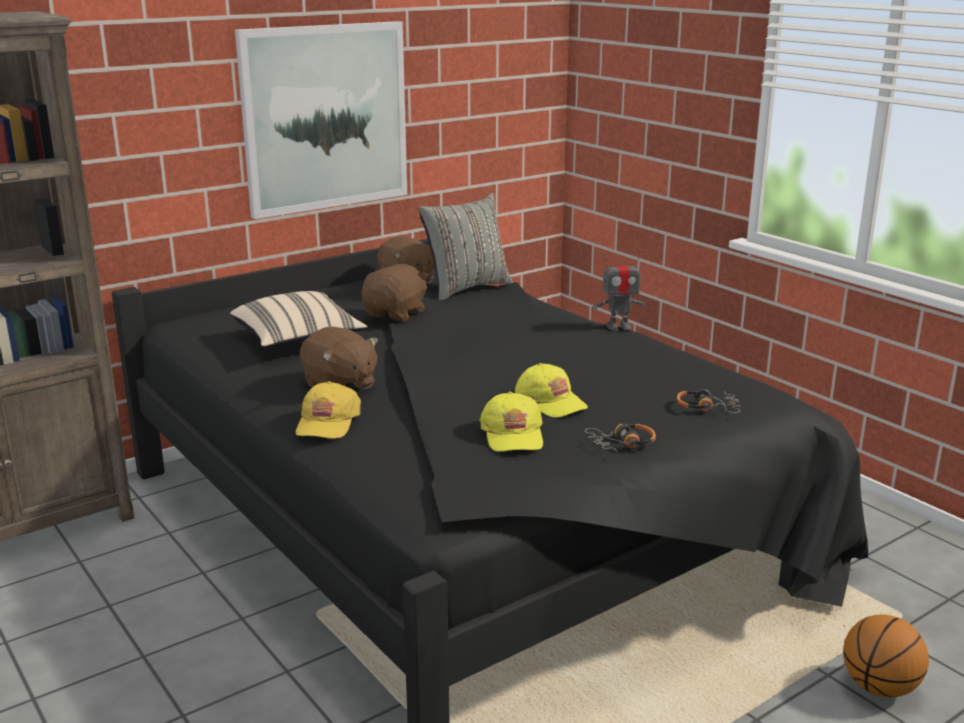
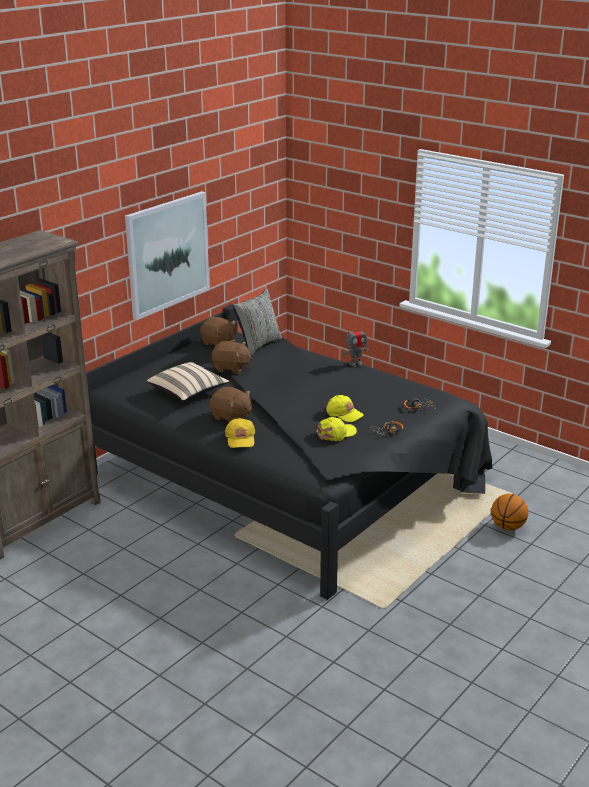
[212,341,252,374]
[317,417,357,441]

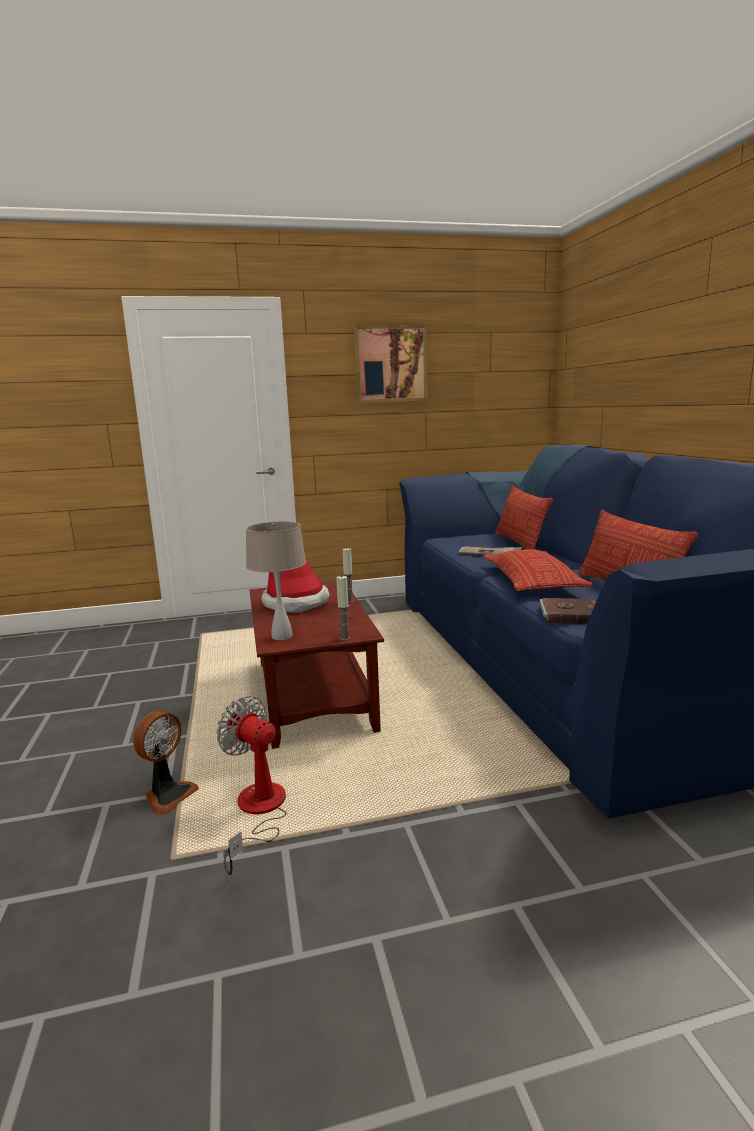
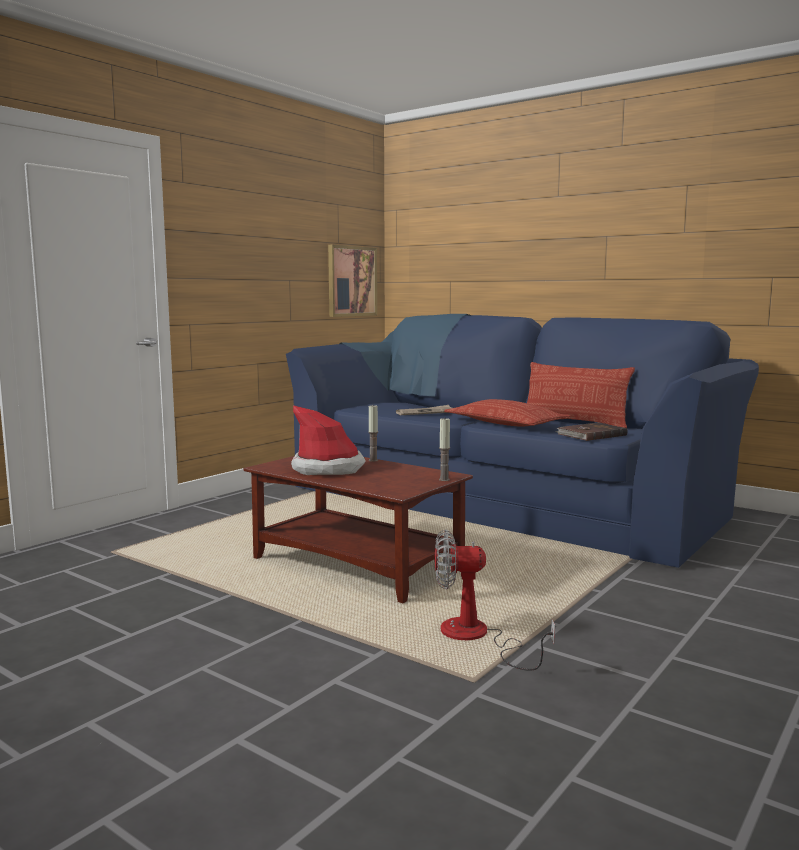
[328,245,377,317]
[133,710,199,815] (first image)
[246,521,306,640] (first image)
[495,485,553,549] (first image)

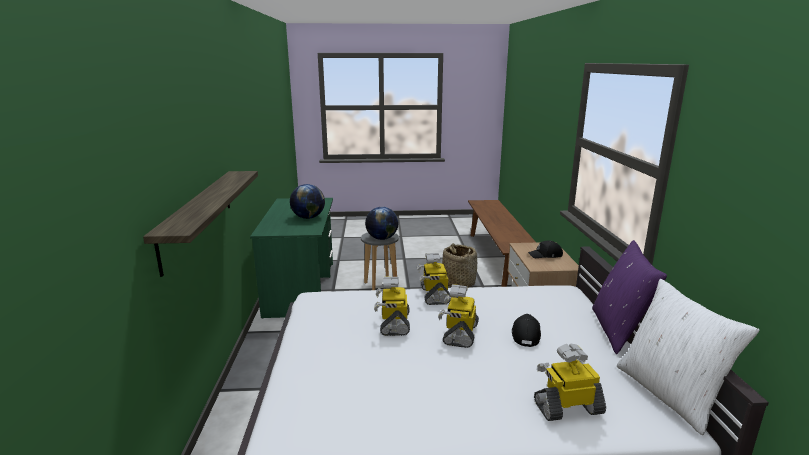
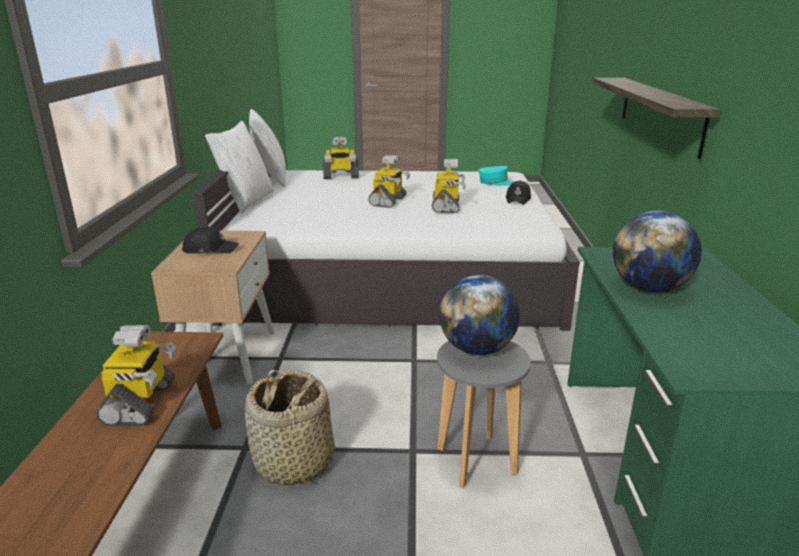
[96,325,176,426]
[205,121,274,213]
[478,166,513,186]
[506,180,531,205]

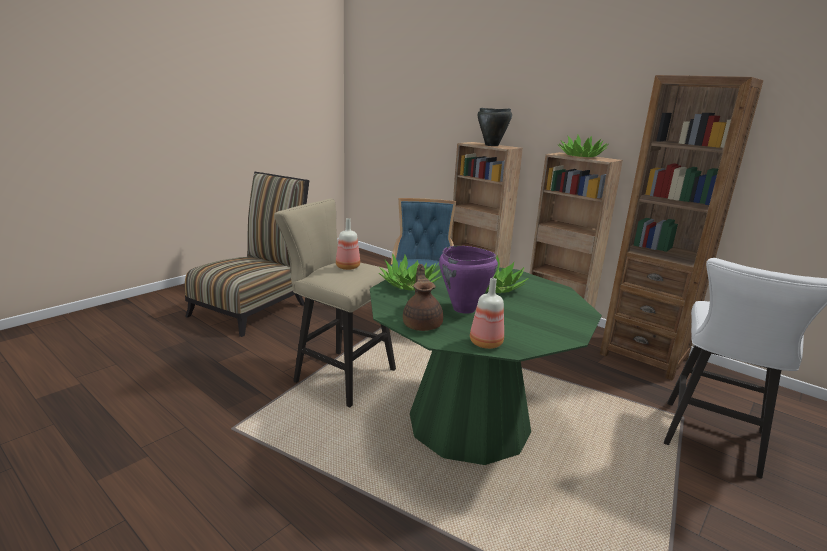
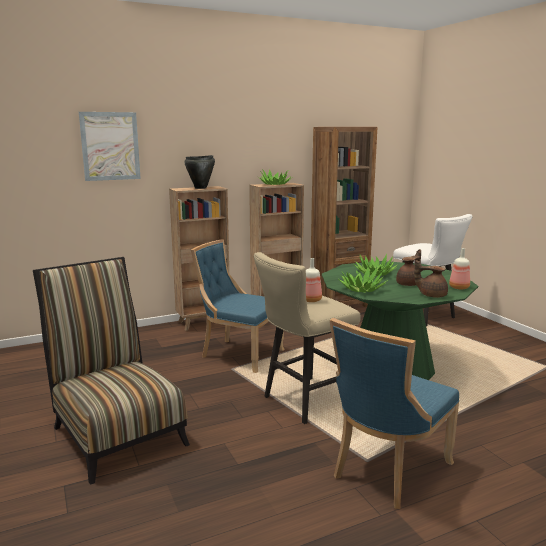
[79,112,141,181]
[330,318,459,509]
[396,249,421,286]

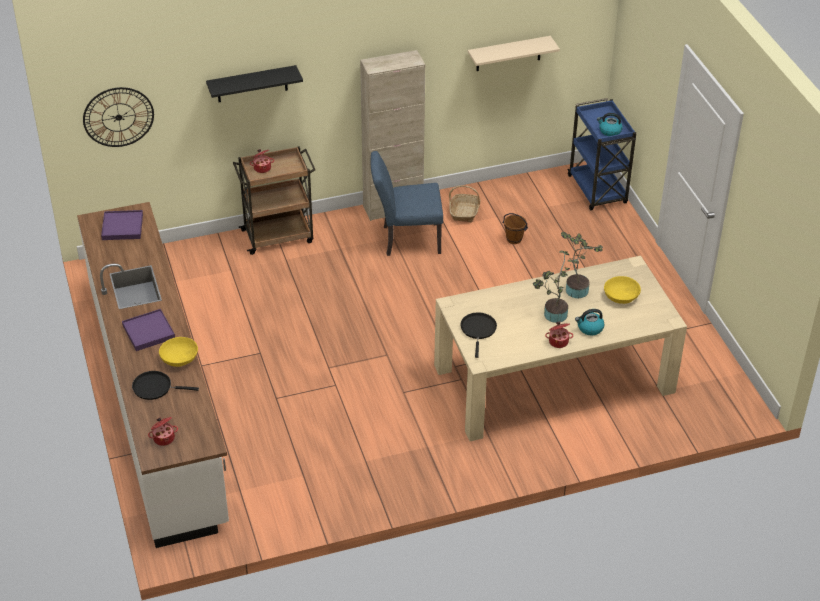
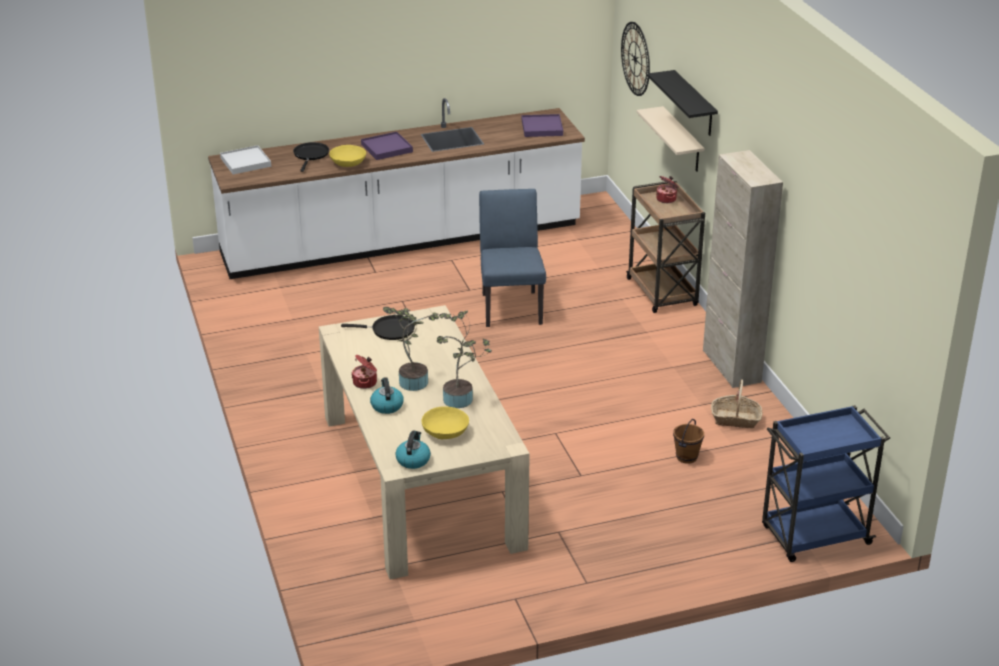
[220,145,271,174]
[395,431,431,469]
[479,189,546,327]
[636,106,704,172]

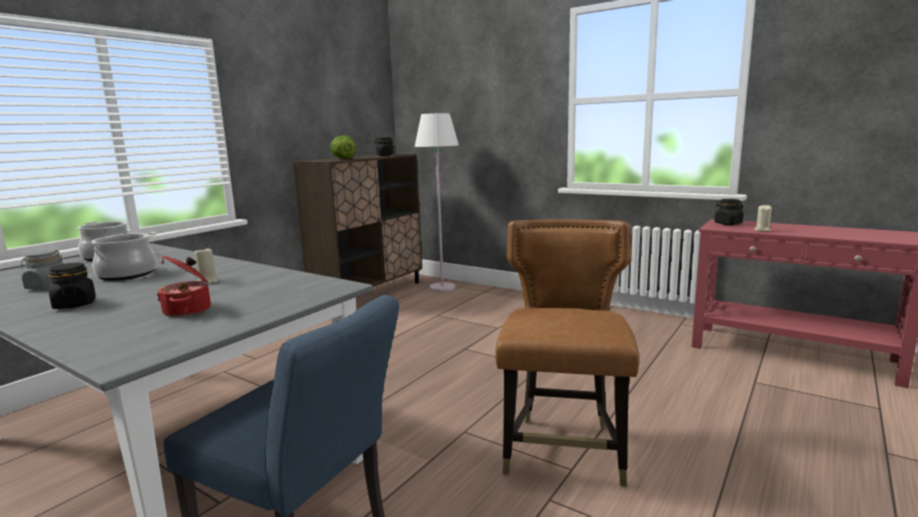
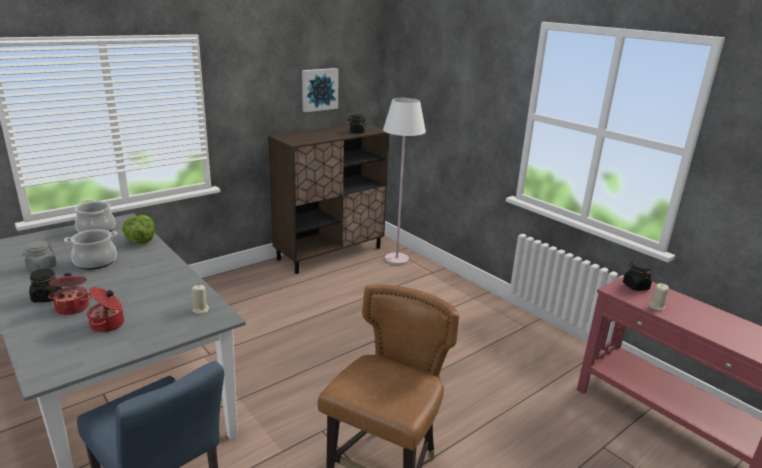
[48,273,92,315]
[122,215,155,244]
[192,285,209,314]
[302,68,339,112]

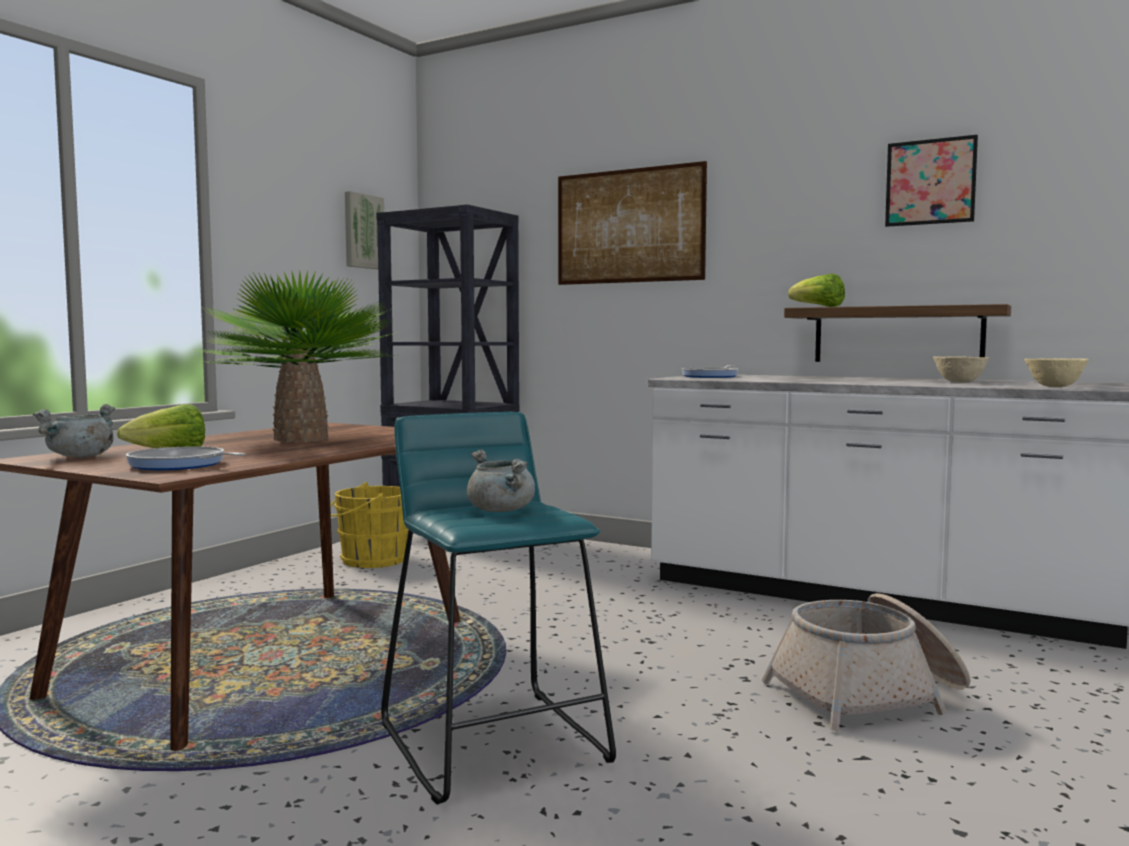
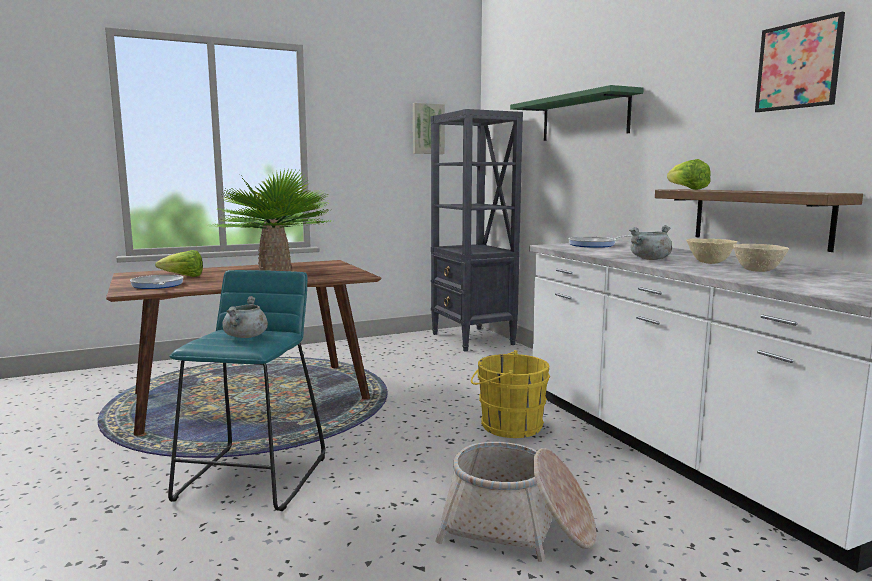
[471,350,550,438]
[510,85,644,141]
[629,225,672,260]
[686,239,737,264]

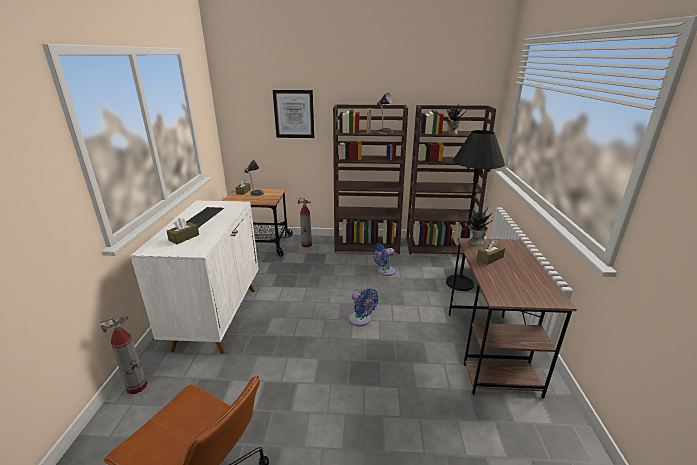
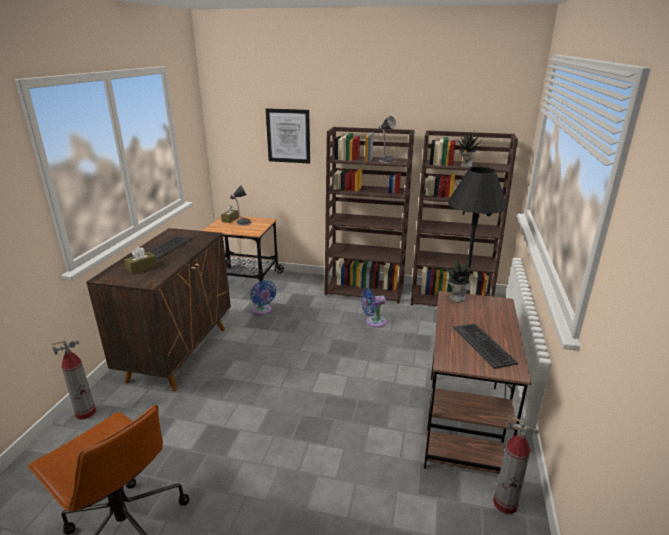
[86,228,231,391]
[250,280,277,315]
[453,323,518,369]
[493,415,539,514]
[477,239,505,265] (first image)

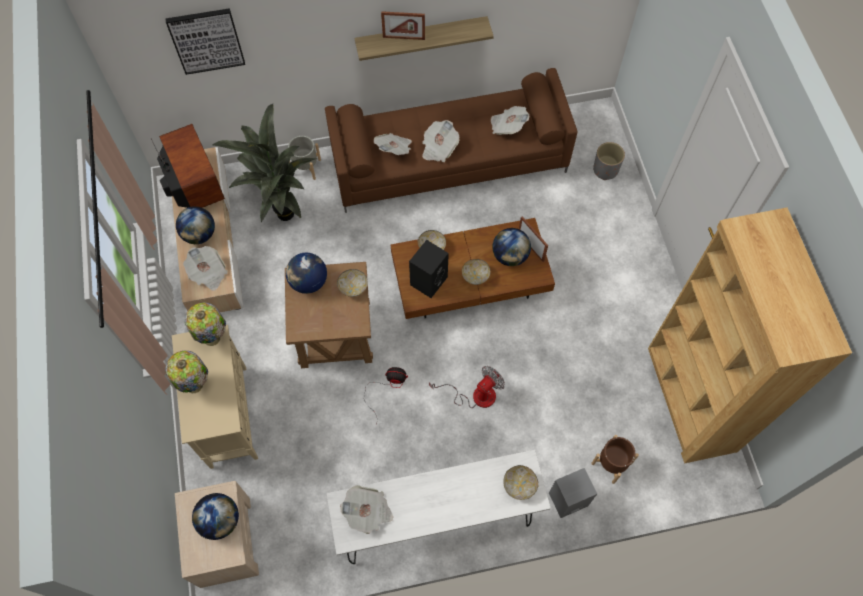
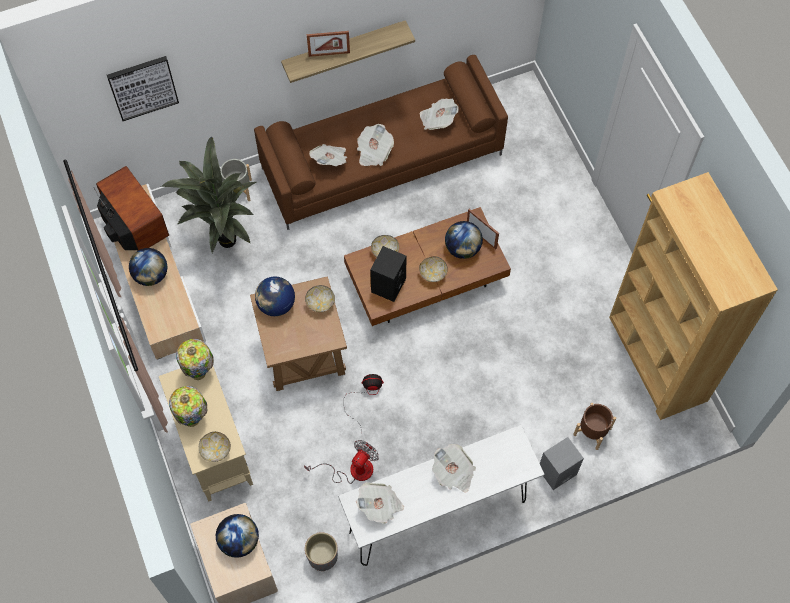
[199,432,231,462]
[304,440,379,484]
[305,532,338,571]
[432,444,476,492]

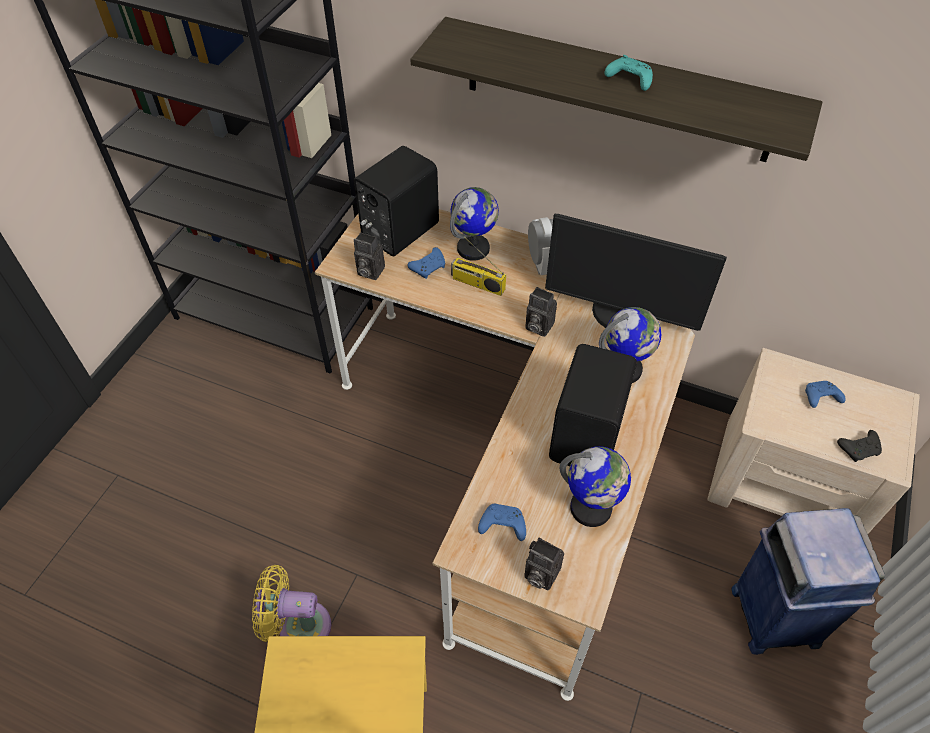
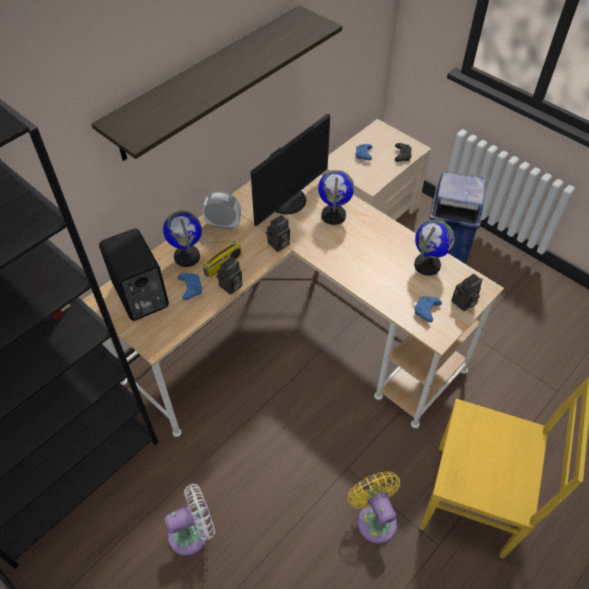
[164,484,215,556]
[216,257,243,295]
[348,471,400,544]
[549,344,637,466] (first image)
[604,55,653,91] (first image)

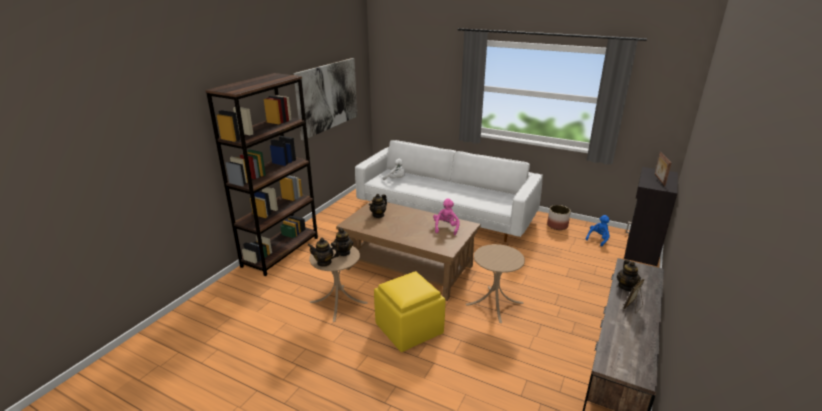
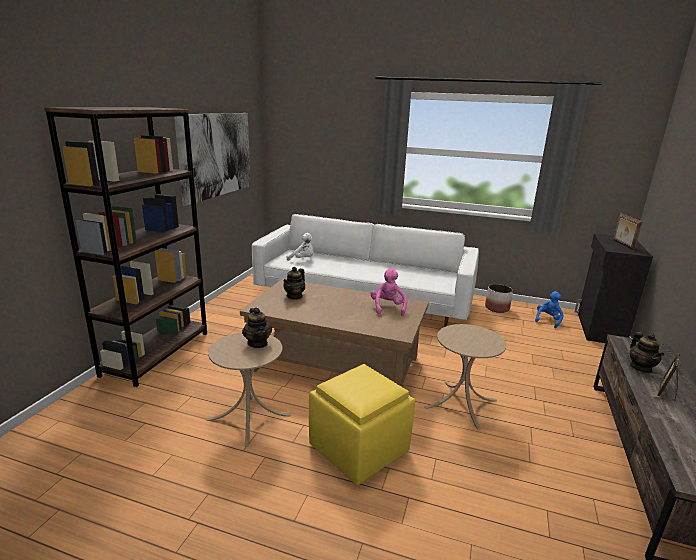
[307,238,340,267] (first image)

